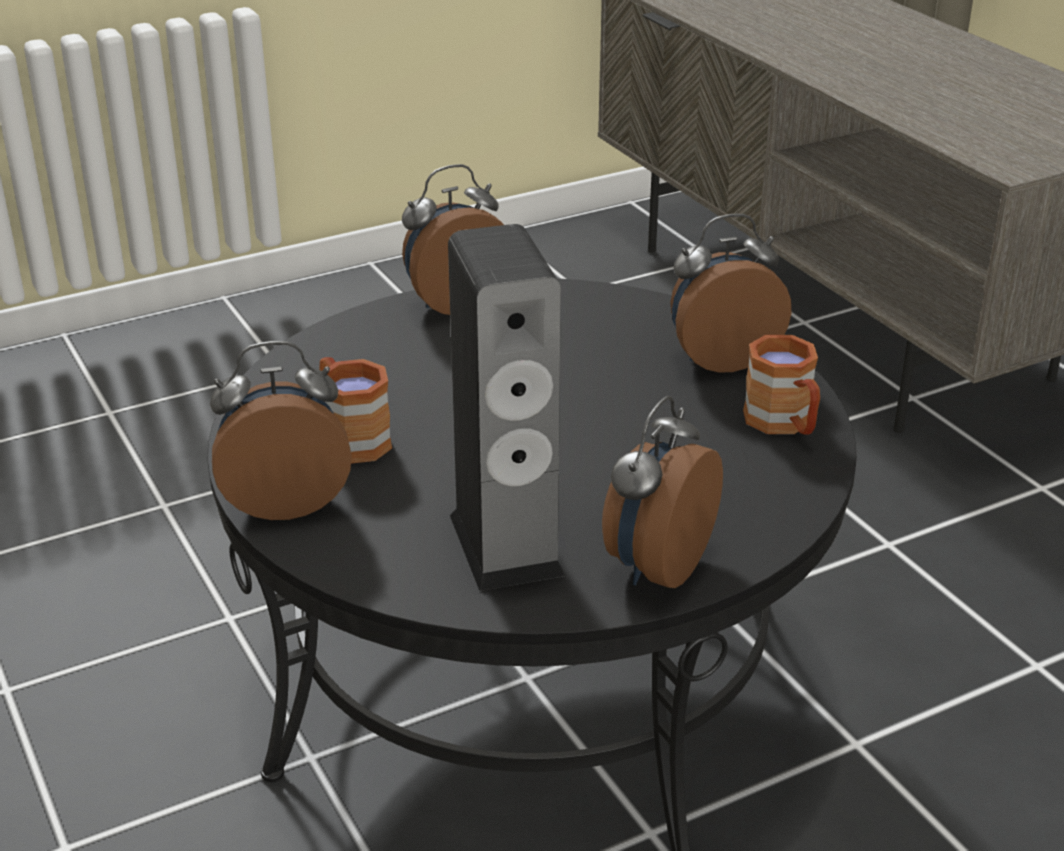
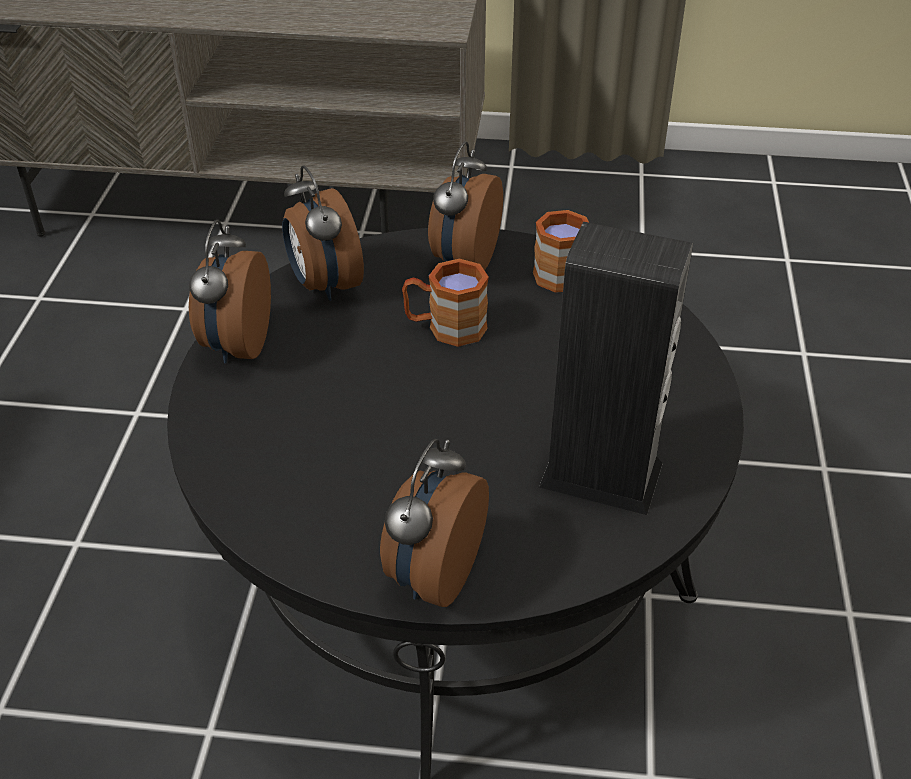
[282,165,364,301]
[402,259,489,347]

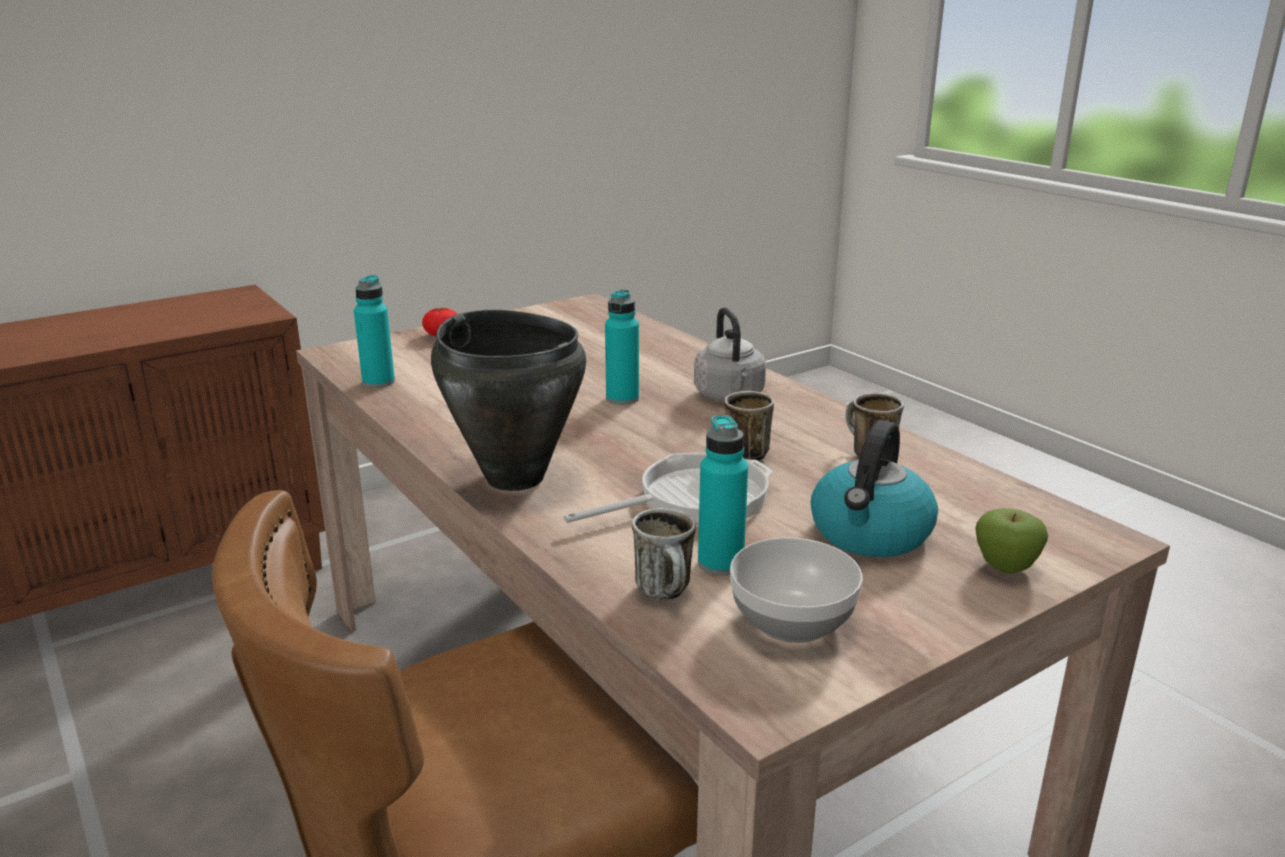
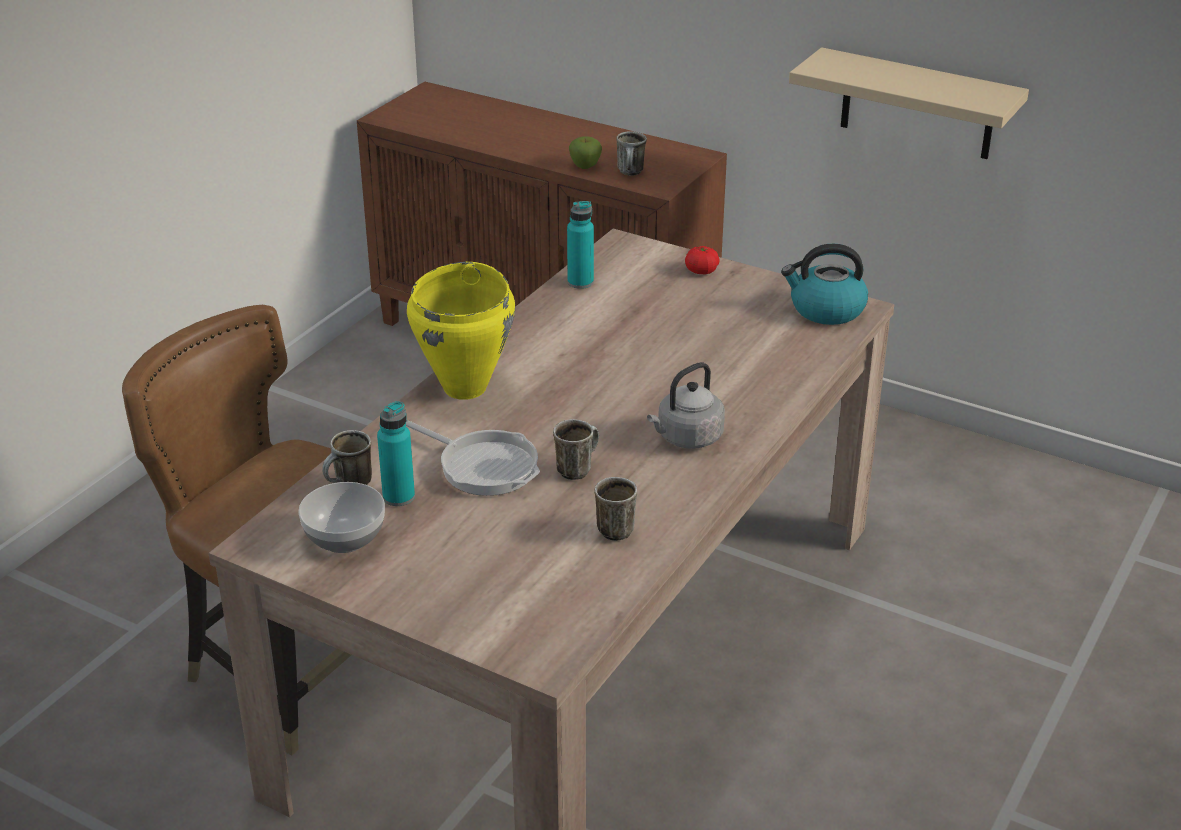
[407,262,515,400]
[569,136,602,169]
[617,131,647,176]
[781,244,868,325]
[789,47,1029,159]
[605,289,639,405] (first image)

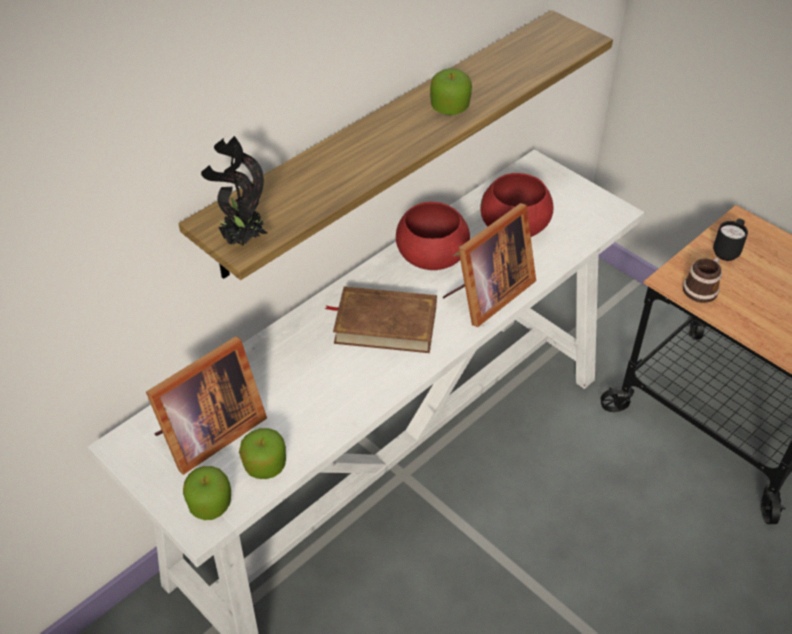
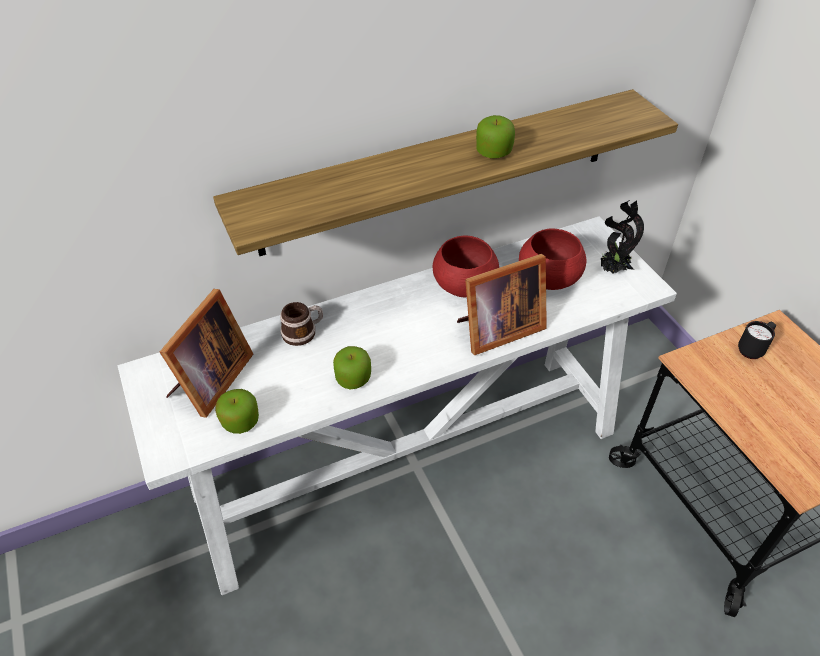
[160,289,253,418]
[280,302,323,346]
[333,346,371,390]
[601,200,644,274]
[324,286,437,353] (first image)

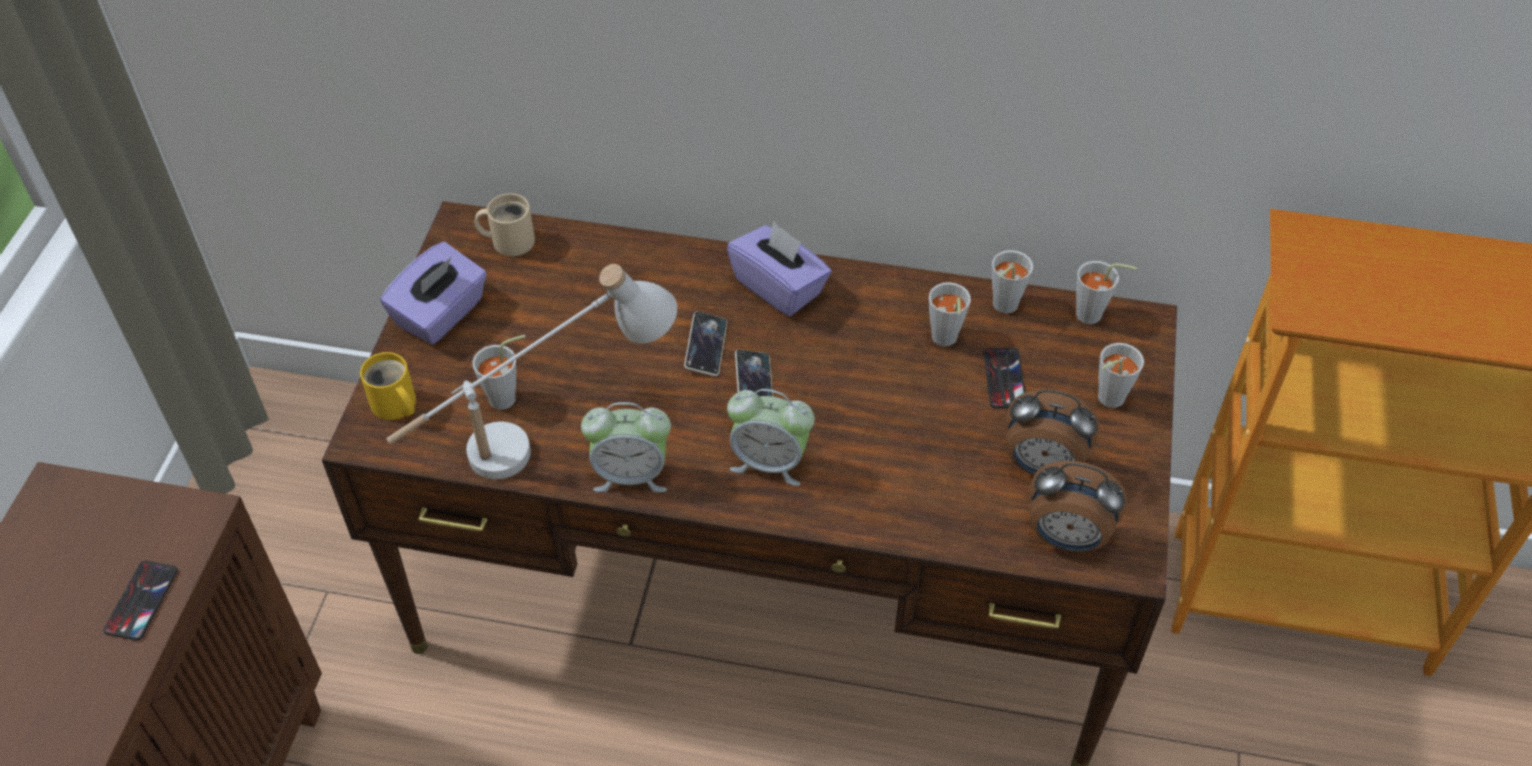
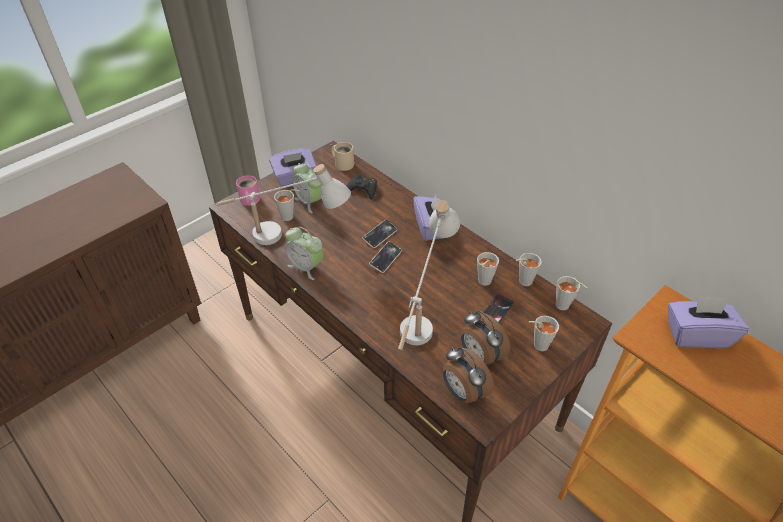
[236,175,260,206]
[293,163,322,214]
[347,175,377,200]
[398,200,460,350]
[668,296,749,348]
[103,560,178,641] (first image)

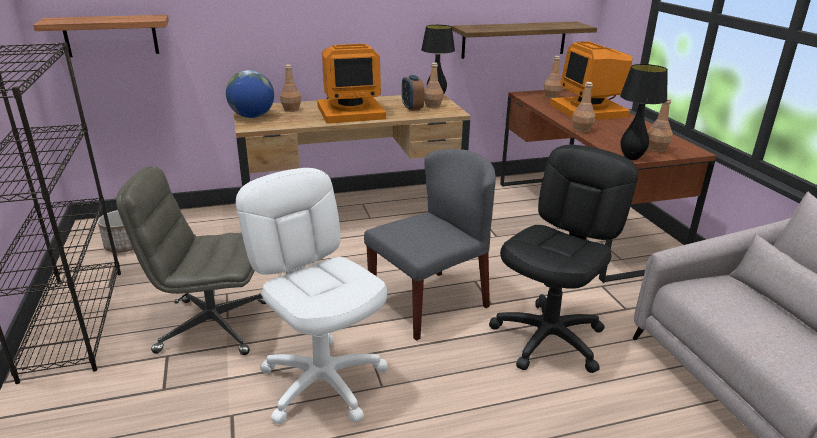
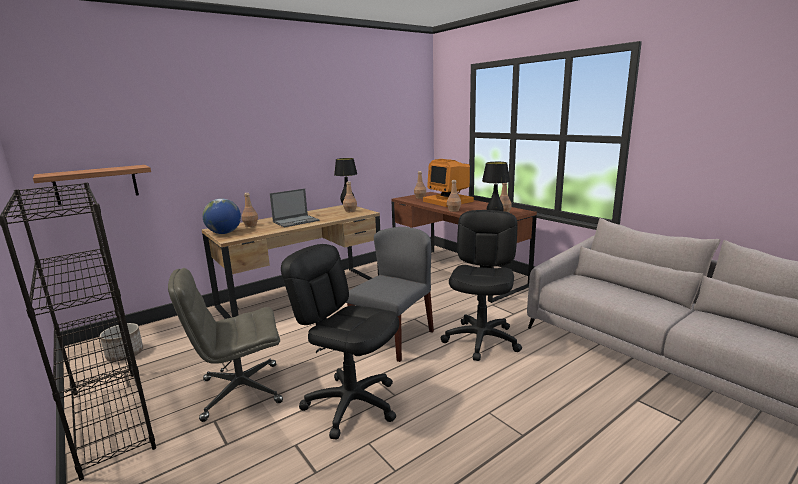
[270,189,320,227]
[281,244,399,440]
[402,75,424,111] (first image)
[452,21,597,59] (first image)

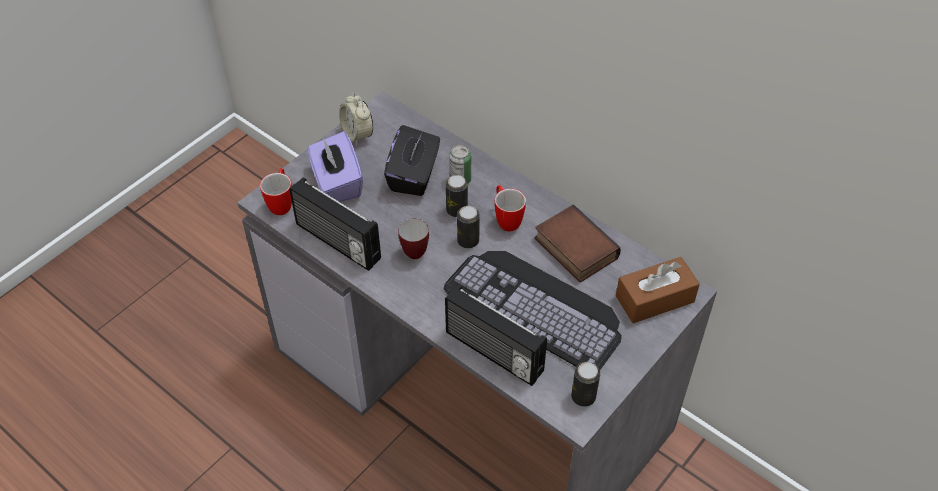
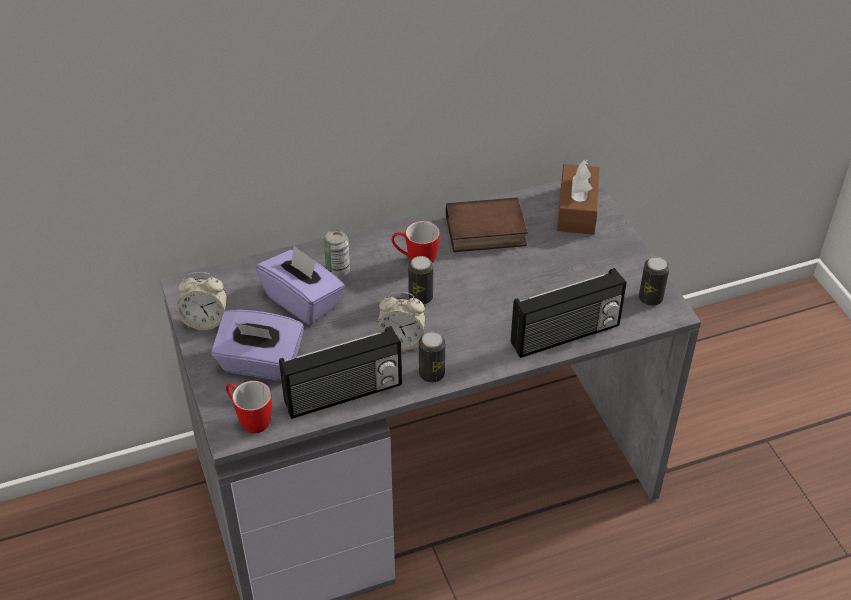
[256,245,344,325]
[376,292,426,351]
[419,332,445,383]
[443,251,622,370] (first image)

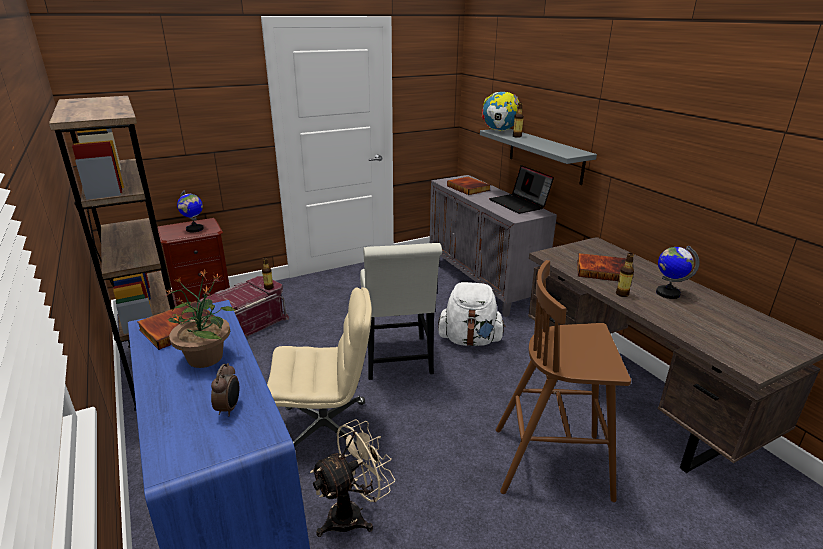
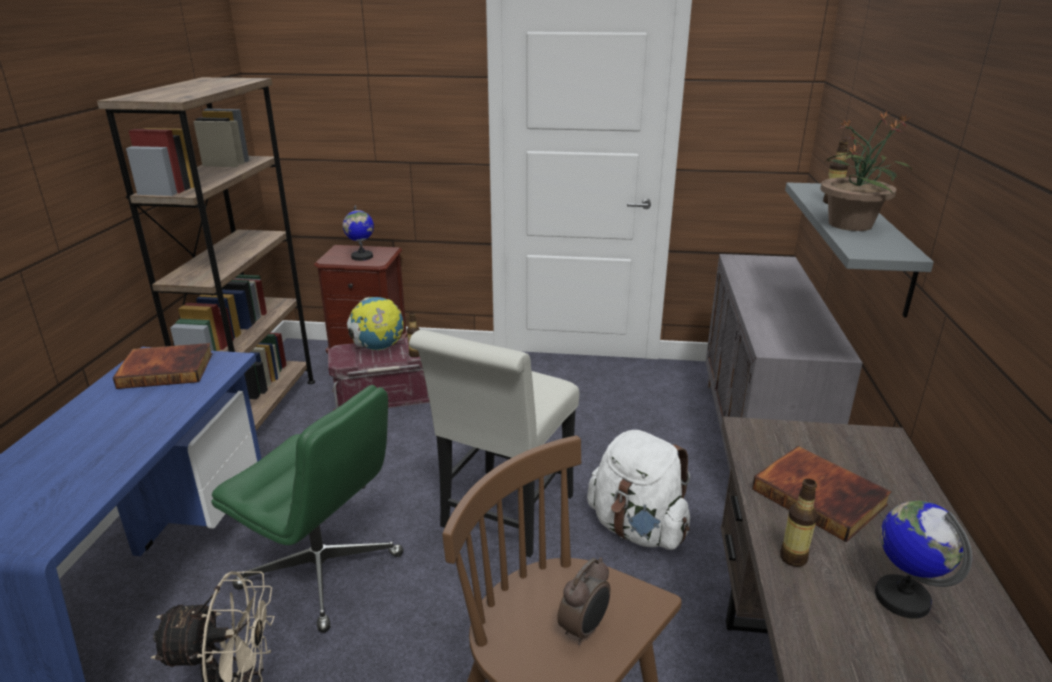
[212,385,404,633]
[347,297,404,350]
[557,558,610,645]
[820,111,912,231]
[447,177,490,195] (first image)
[489,165,554,214] (first image)

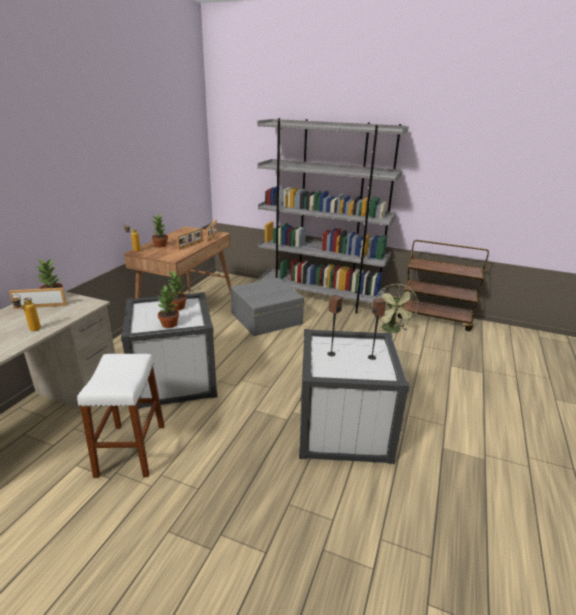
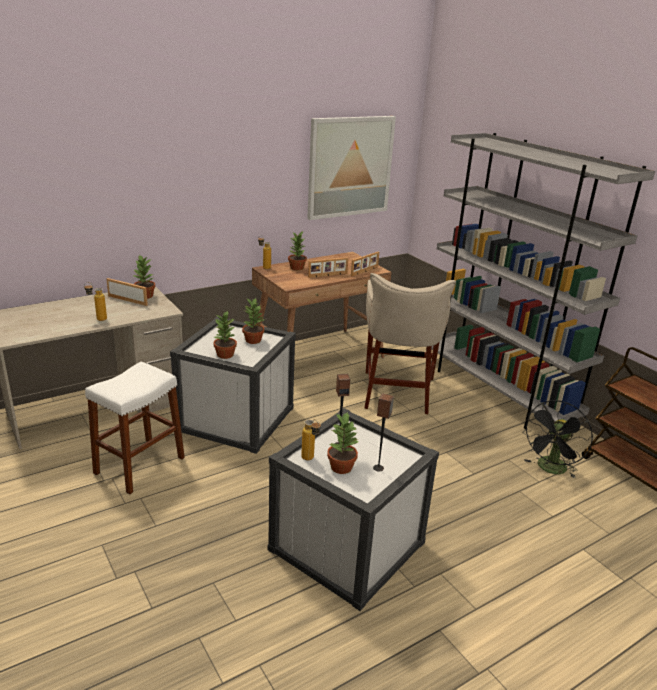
[301,419,321,460]
[307,116,396,220]
[327,411,359,474]
[364,273,456,414]
[523,400,593,478]

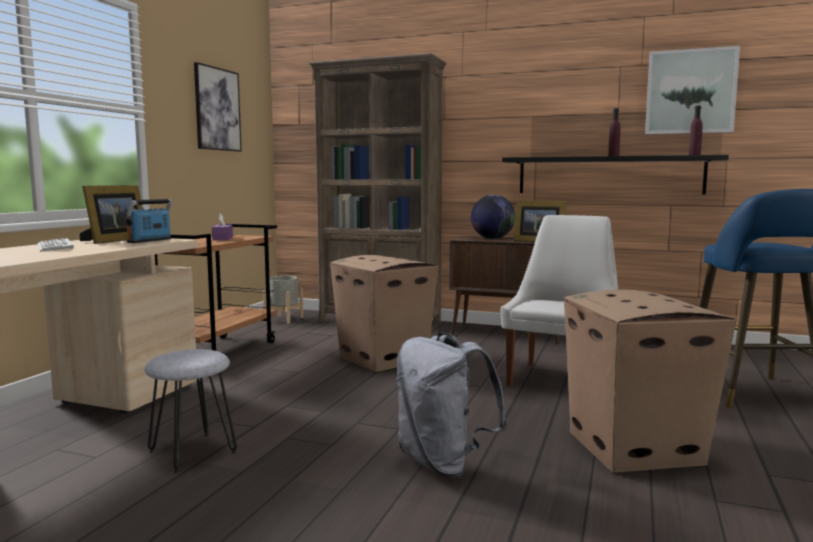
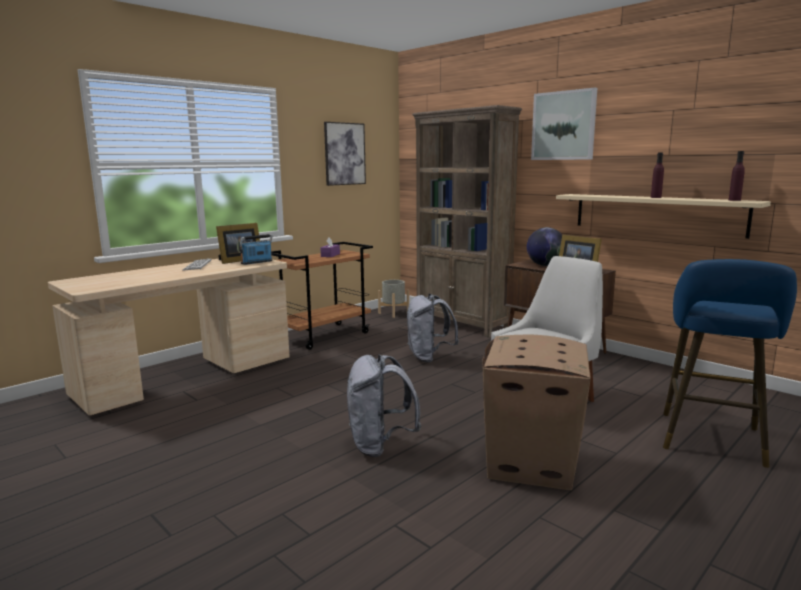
[407,294,459,362]
[531,88,597,160]
[556,194,771,239]
[144,349,237,473] (first image)

